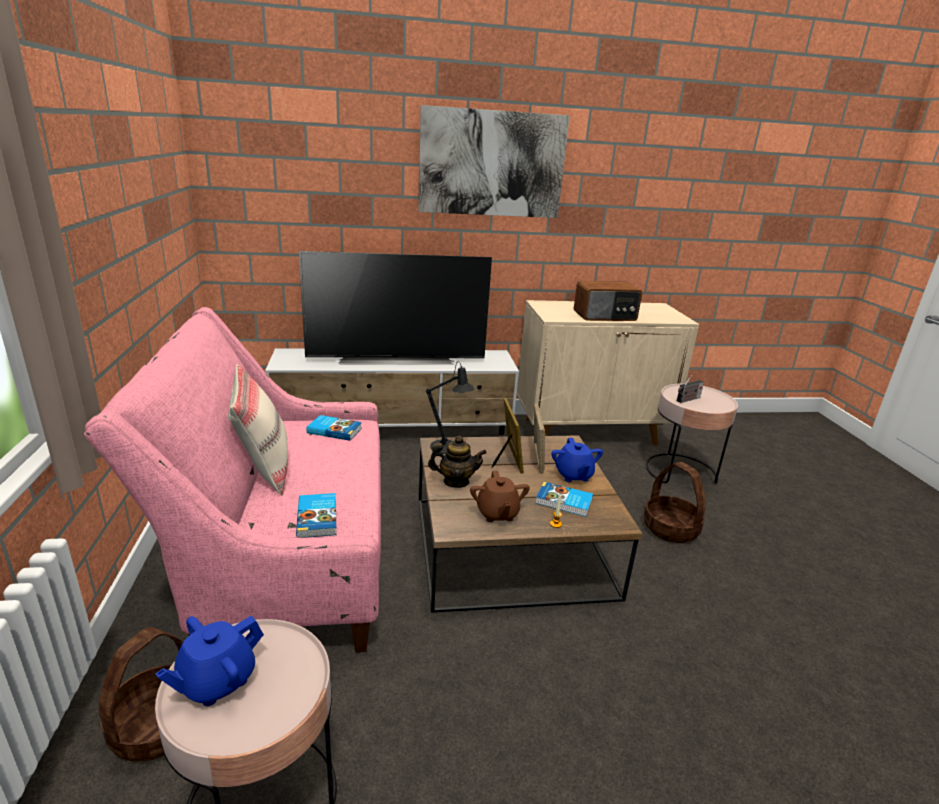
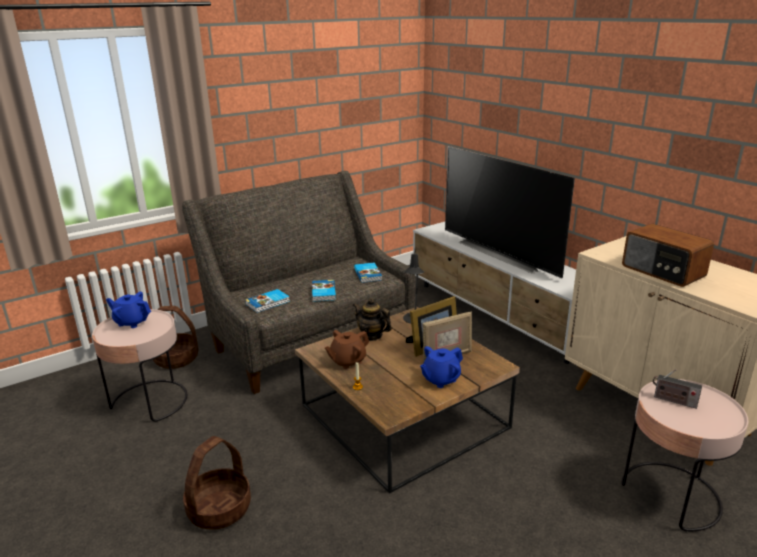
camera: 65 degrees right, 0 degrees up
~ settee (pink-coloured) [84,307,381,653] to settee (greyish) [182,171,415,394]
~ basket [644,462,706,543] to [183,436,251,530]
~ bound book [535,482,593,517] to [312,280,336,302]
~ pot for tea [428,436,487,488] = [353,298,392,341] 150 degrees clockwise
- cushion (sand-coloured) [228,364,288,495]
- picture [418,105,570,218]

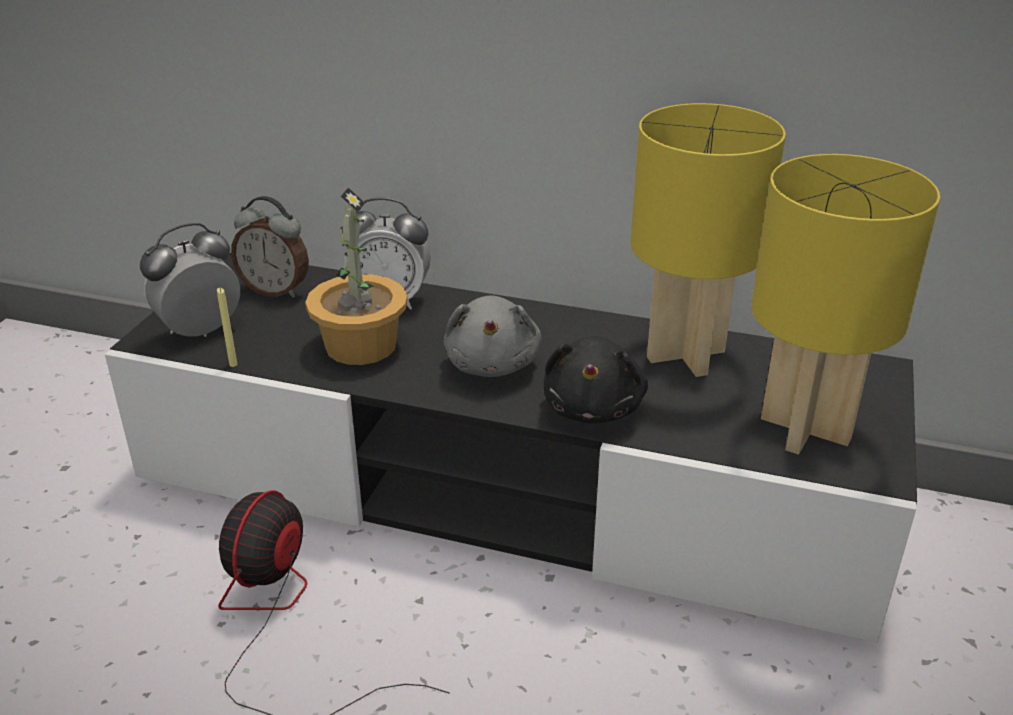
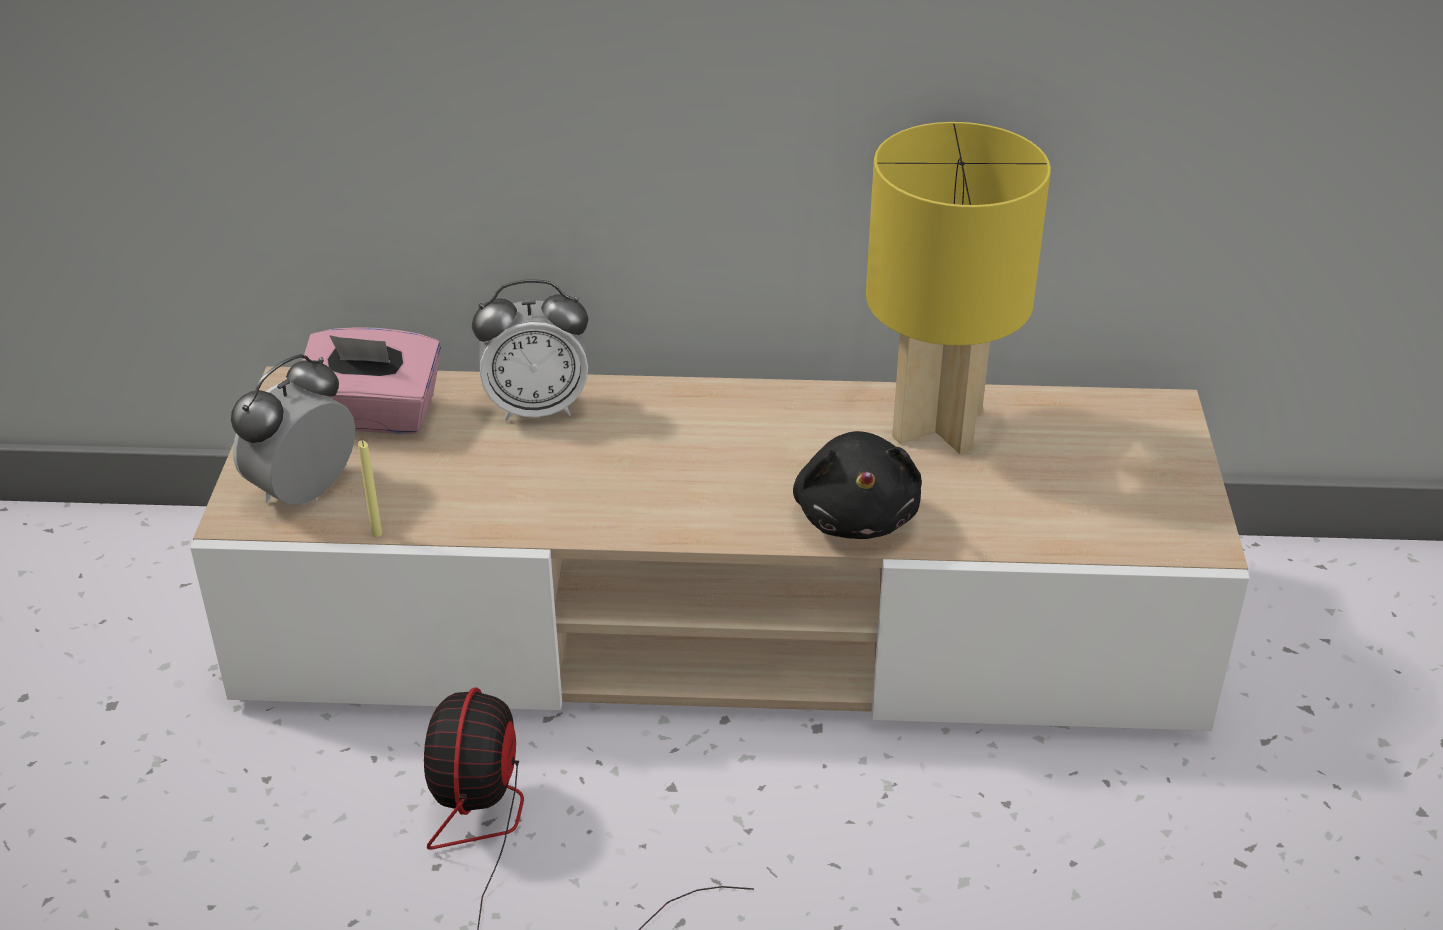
camera: 15 degrees left, 5 degrees up
~ tv unit (blackish) [105,253,917,643] to tv unit (sand-coloured) [190,366,1250,731]
~ alarm clock [231,196,309,298] to box of tissues (pink-coloured) [302,328,441,434]
- potted plant [305,187,408,365]
- soft toy (greyish) [443,295,542,377]
- tabletop lamp (yellowish) [751,154,940,455]

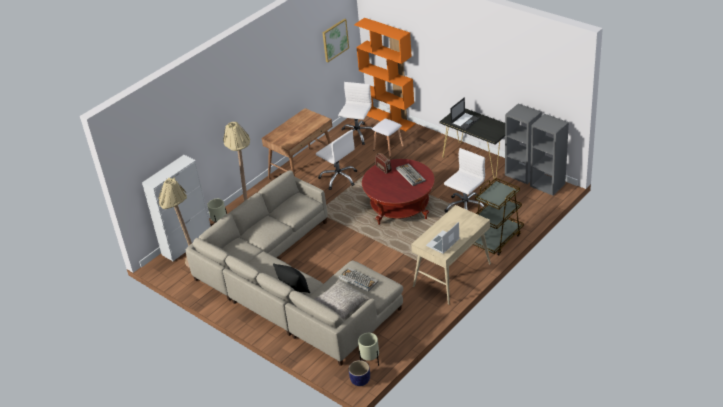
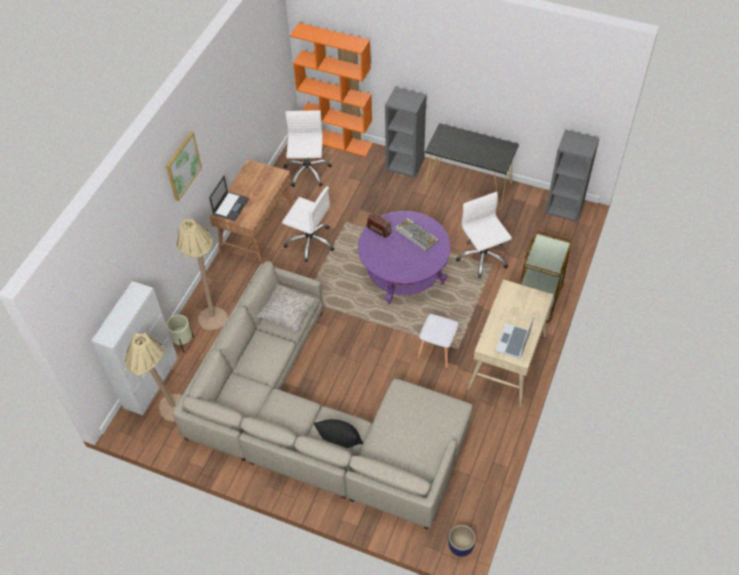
camera: 20 degrees left, 15 degrees up
~ picture [323,19,349,62] to [166,132,202,201]
~ laptop [450,97,480,130] to [209,176,249,221]
~ cushion (greyish) [314,279,370,320] to [257,284,320,334]
~ low table (red) [362,159,435,225] to low table (purplish) [358,211,451,304]
~ bookshelf (greyish) [505,103,542,184] to [385,87,426,178]
~ stool seat (whitish) [372,119,404,157] to [417,314,459,368]
~ desk chair (whitish) [444,148,485,213] = [456,192,512,279] 45 degrees counterclockwise
- keyboard [338,268,378,292]
- flower pot (sand-coloured) [358,333,379,366]

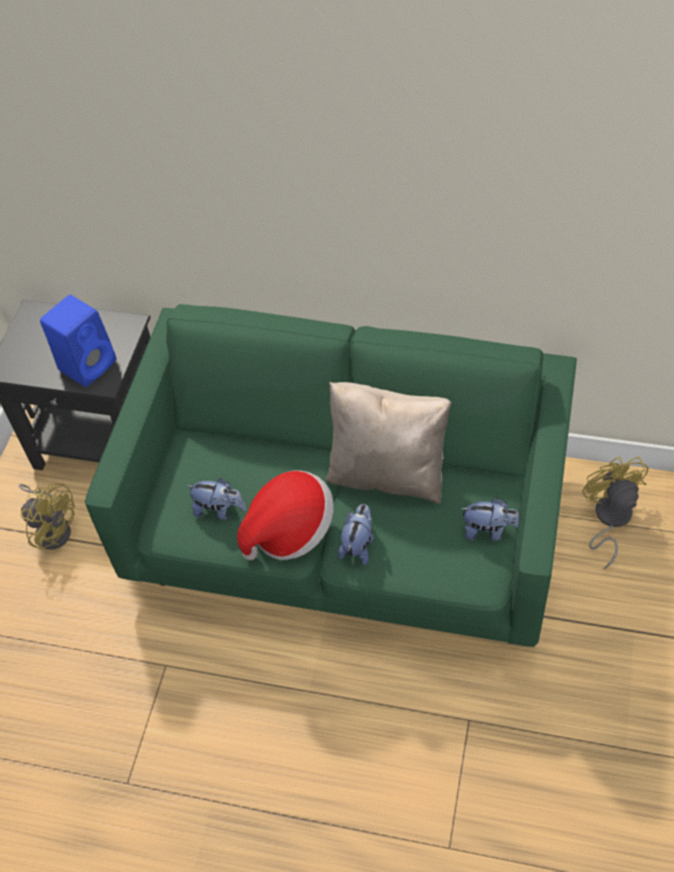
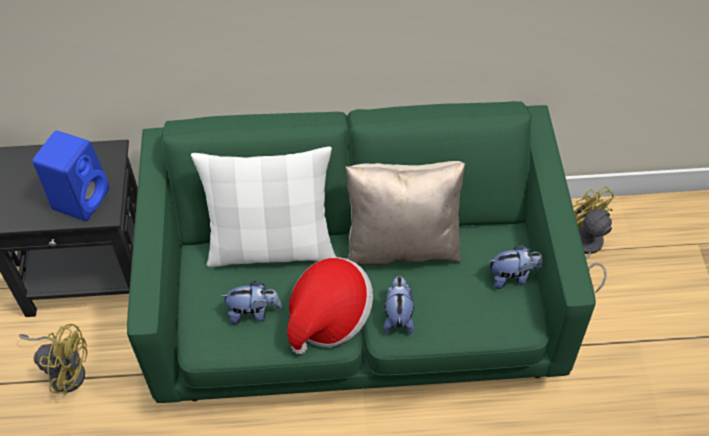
camera: 20 degrees left, 0 degrees up
+ cushion (whitish) [191,147,336,267]

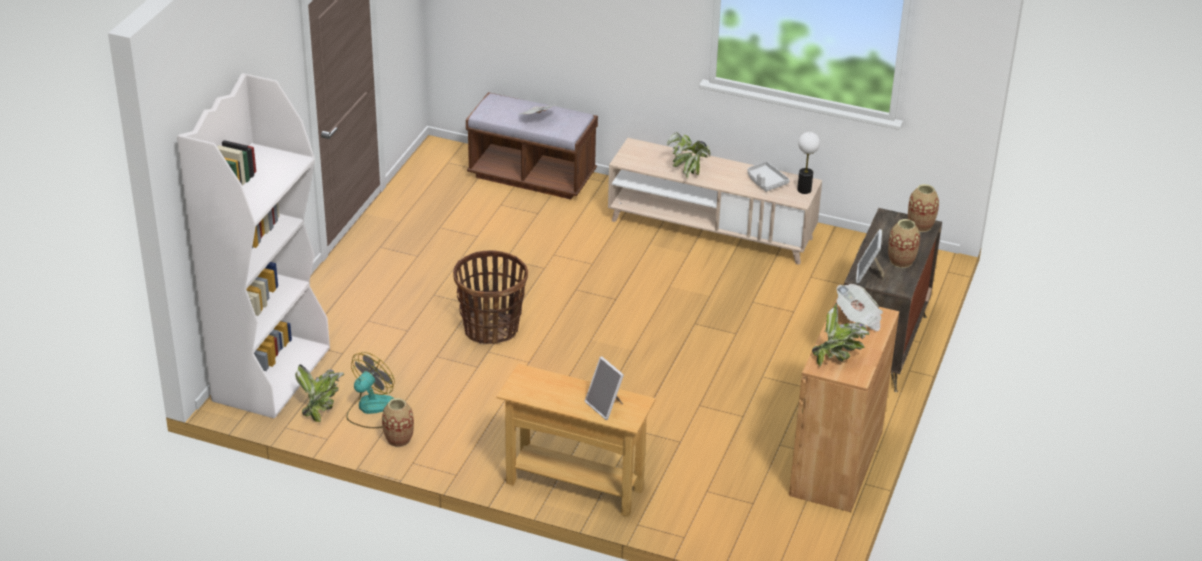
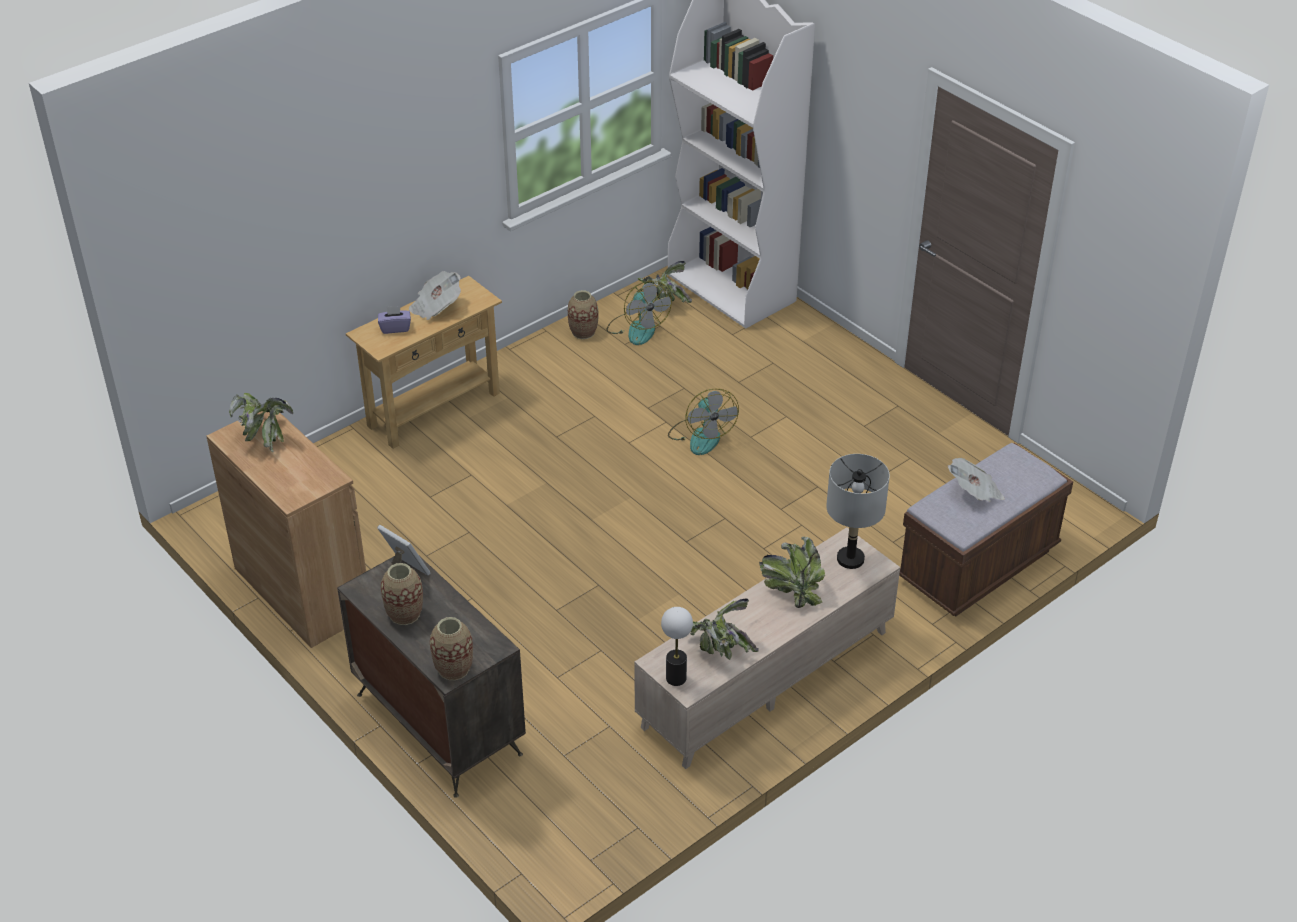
camera: 120 degrees right, 5 degrees up
~ photo frame [585,356,624,420] to box of tissues (purplish) [378,306,411,334]
~ printed paper [836,284,883,331] to [409,271,461,320]
~ basket [453,250,528,344] to fan [668,389,739,455]
~ tray (greyish) [747,161,789,192] to potted plant [690,598,759,660]
+ tabletop lamp (greyish) [826,454,890,569]

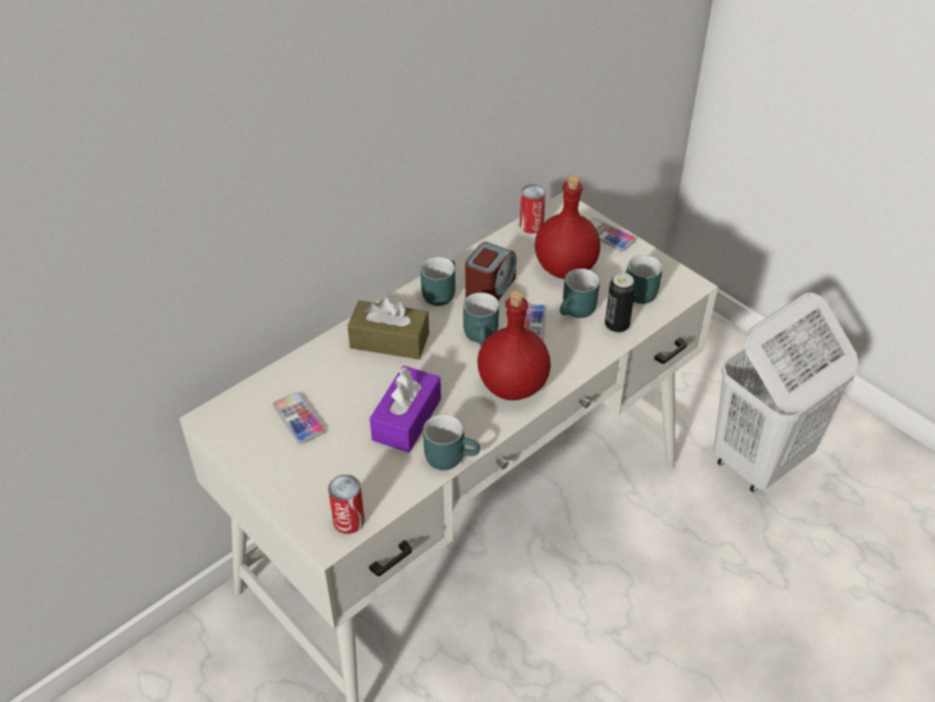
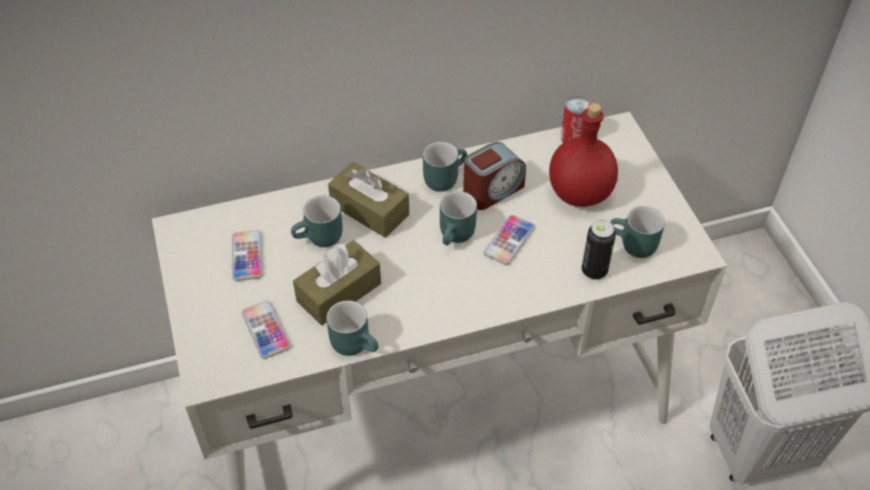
camera: 25 degrees right, 5 degrees up
~ phone [590,218,636,251] to [242,301,291,359]
~ coffee mug (blue-green) [560,269,600,318] to [291,195,343,247]
~ box of tissues (purplish) [370,366,441,453] to box of tissues (brown) [293,240,381,325]
- sealed can [328,474,365,534]
- bottle (red) [477,291,551,400]

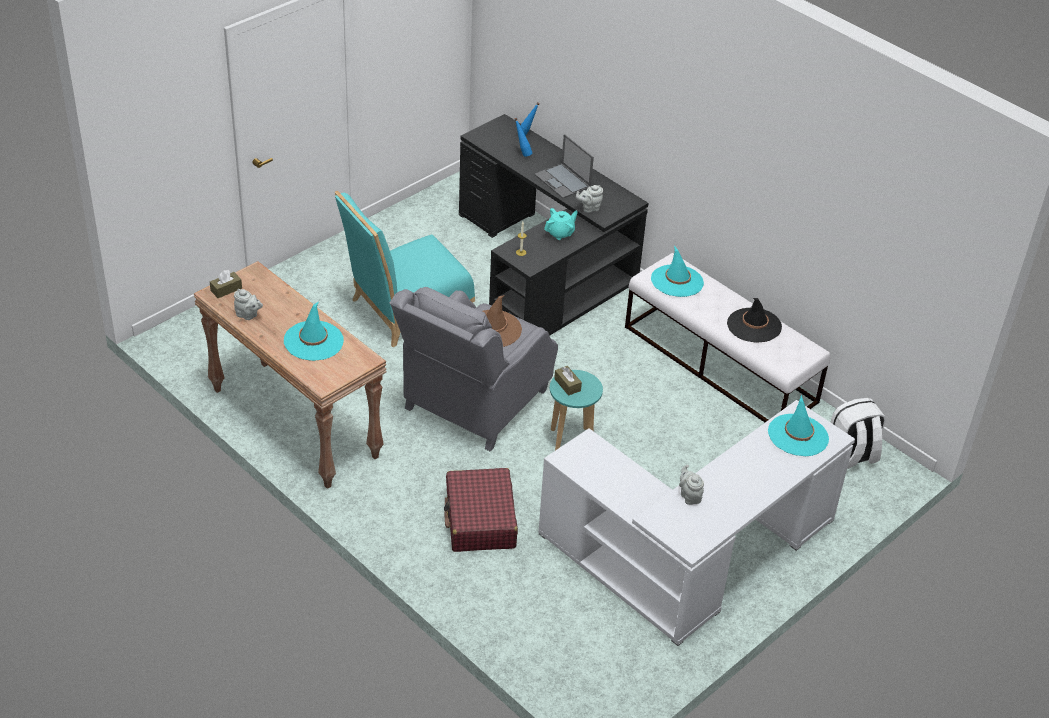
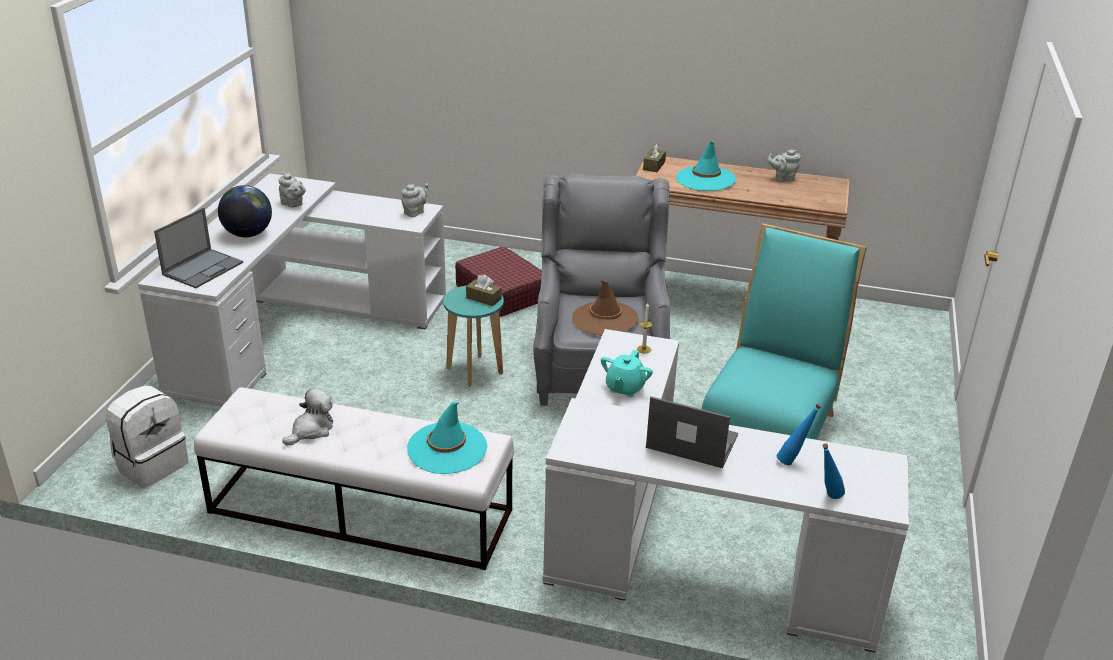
camera: 150 degrees right, 10 degrees down
~ wearable hat (blue-green) [768,395,829,456] to laptop [154,208,243,288]
+ desk globe [218,185,272,237]
~ wearable hat (blackish) [727,298,782,343] to soft toy [283,388,333,446]
~ pot for tea (greyish) [576,185,603,213] to [402,183,428,217]
~ desk (blackish) [459,114,648,336] to desk (whitish) [543,329,909,653]
~ box of tissues (brown) [210,270,242,298] to [643,143,666,172]

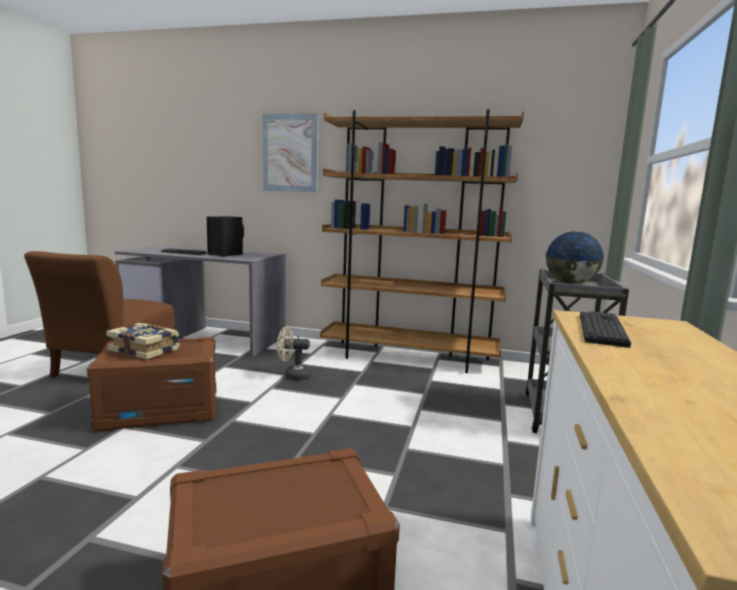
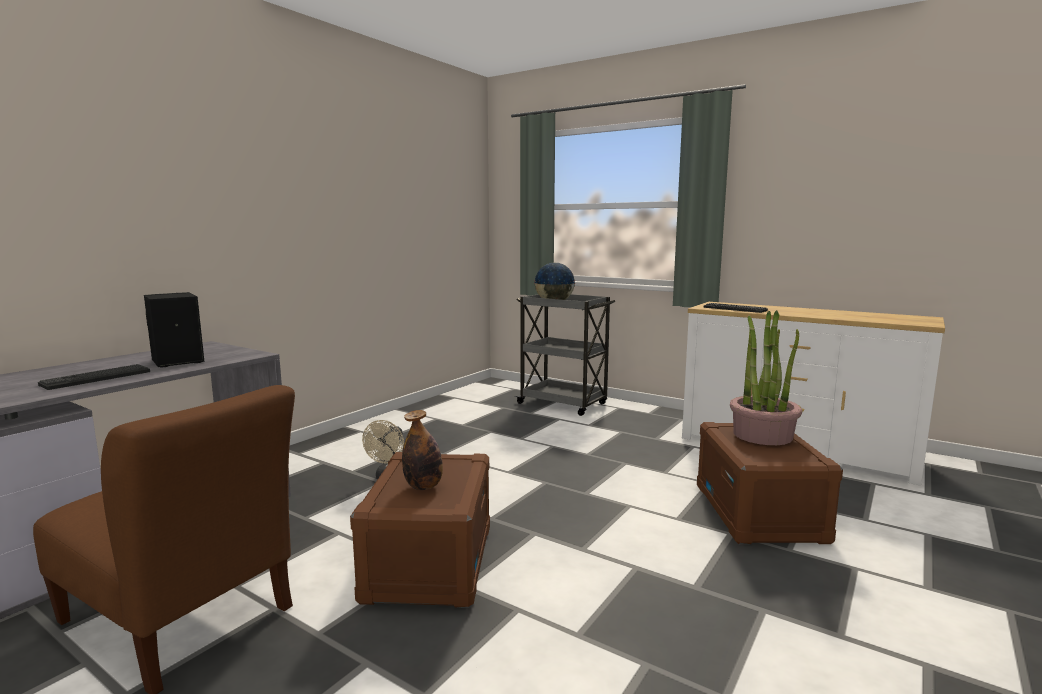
camera: 70 degrees left, 0 degrees up
~ bound book [106,323,180,360] to bottle [402,410,443,490]
+ potted plant [730,310,802,445]
- picture [263,114,319,192]
- bookshelf (brown) [320,109,524,373]

